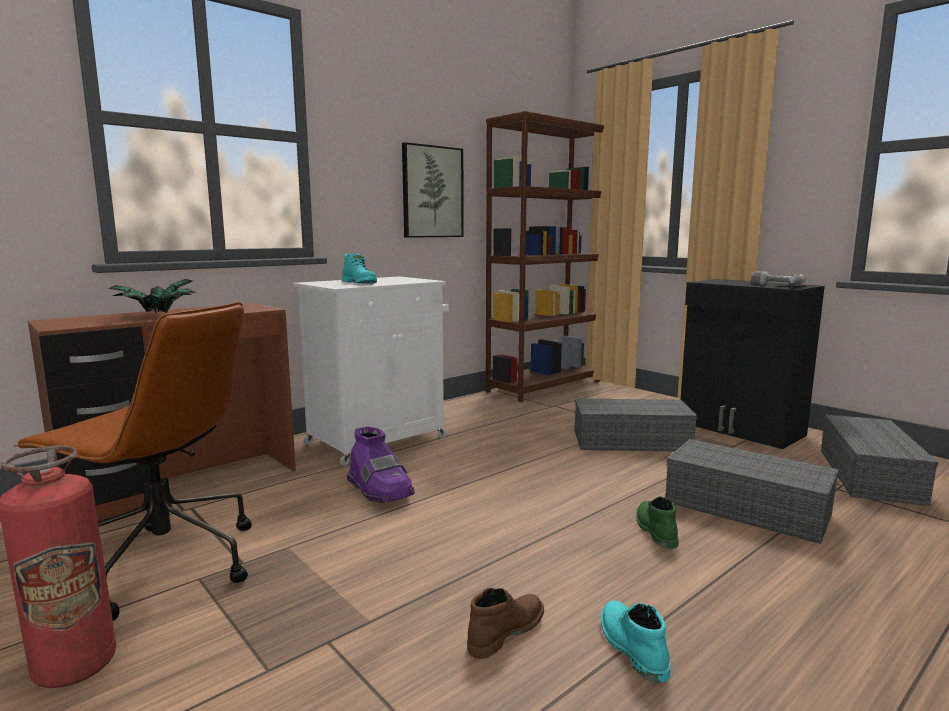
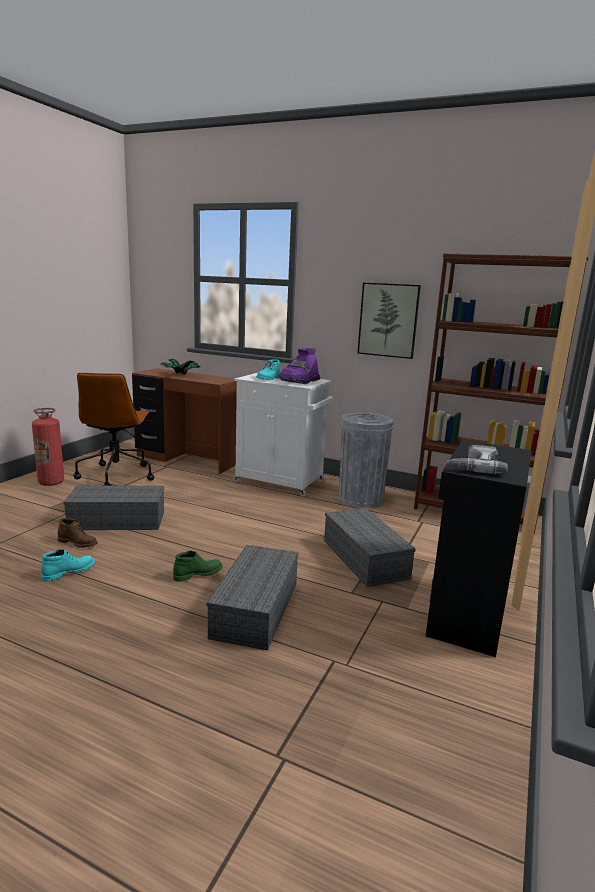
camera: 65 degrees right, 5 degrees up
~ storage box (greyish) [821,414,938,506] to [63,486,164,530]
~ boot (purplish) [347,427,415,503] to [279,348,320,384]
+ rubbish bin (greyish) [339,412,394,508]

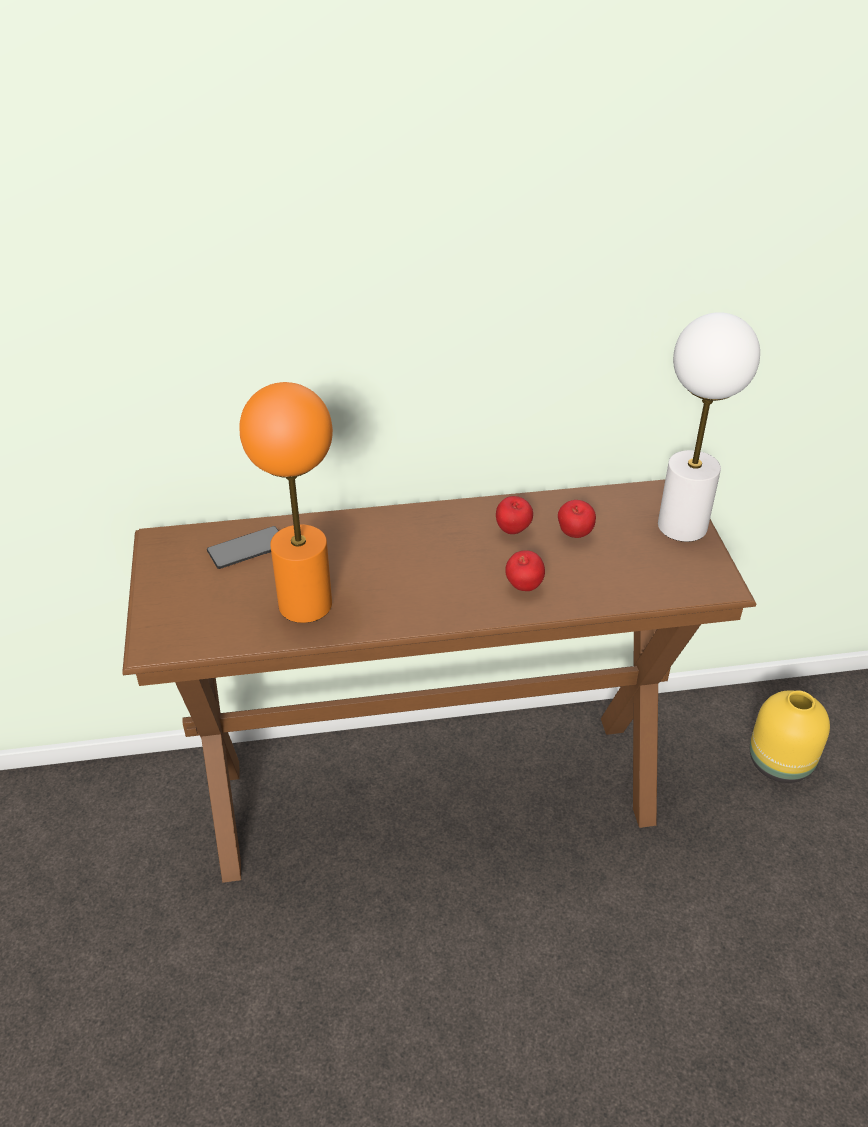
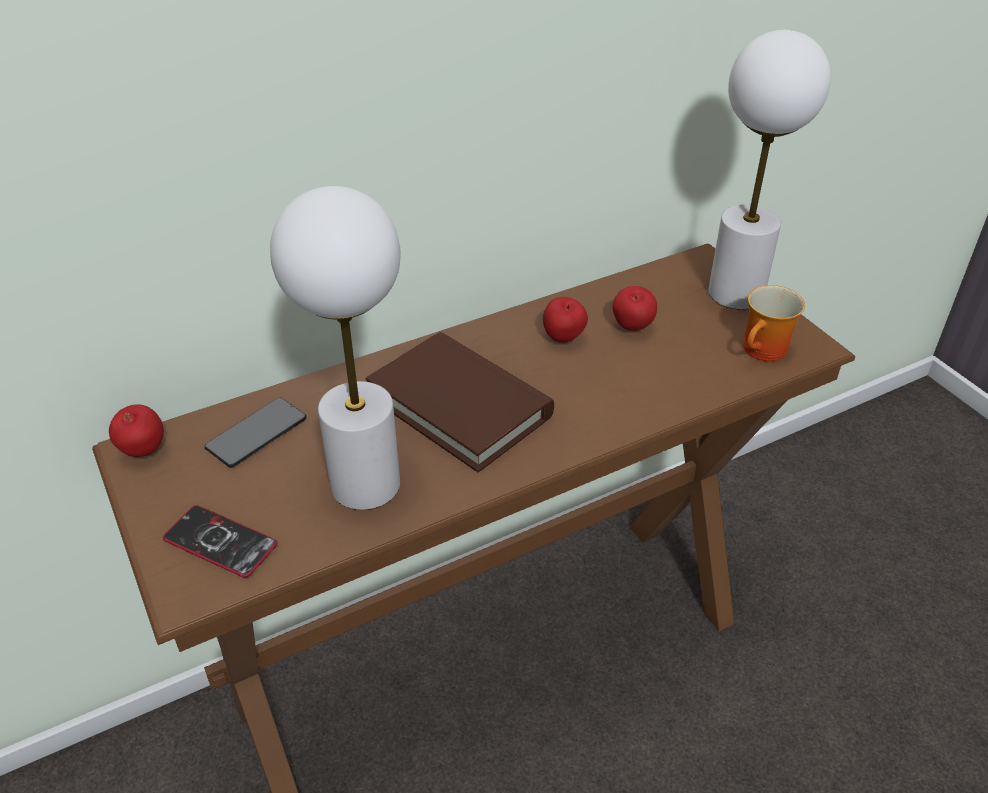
camera: 20 degrees left, 0 degrees up
~ apple [505,550,545,591] to [109,404,164,457]
+ phone [163,505,277,578]
~ tabletop lamp (orange) [239,382,333,623] to tabletop lamp (whitish) [270,186,401,510]
+ bound book (brown) [366,332,554,473]
+ coffee mug [743,285,805,362]
- decorative vase (yellowish) [750,690,830,783]

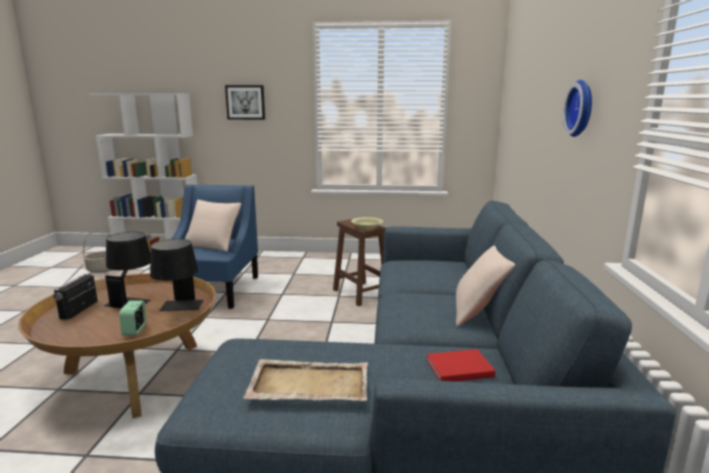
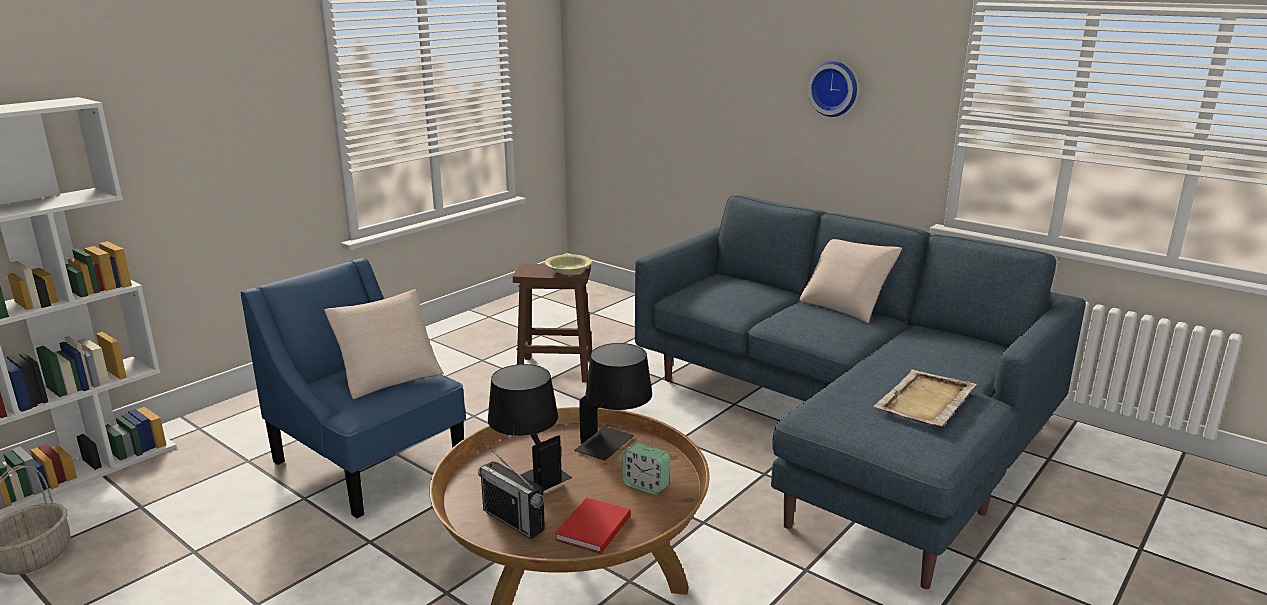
camera: 55 degrees left, 5 degrees up
~ bound book (red) [426,349,495,382] to [555,497,631,554]
- picture [225,85,265,120]

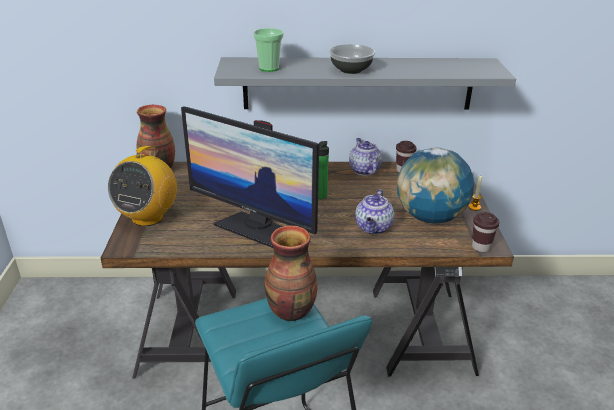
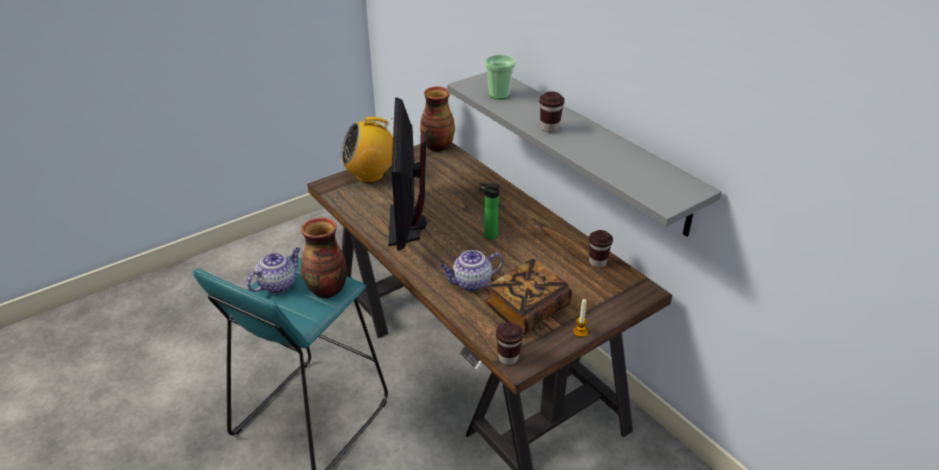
camera: 55 degrees right, 5 degrees up
~ pot for tea [349,138,382,176] to [247,247,300,294]
~ desk globe [397,147,474,223] to bound book [485,259,572,335]
~ serving bowl [329,44,375,74] to drinking cup (brown) [539,91,565,133]

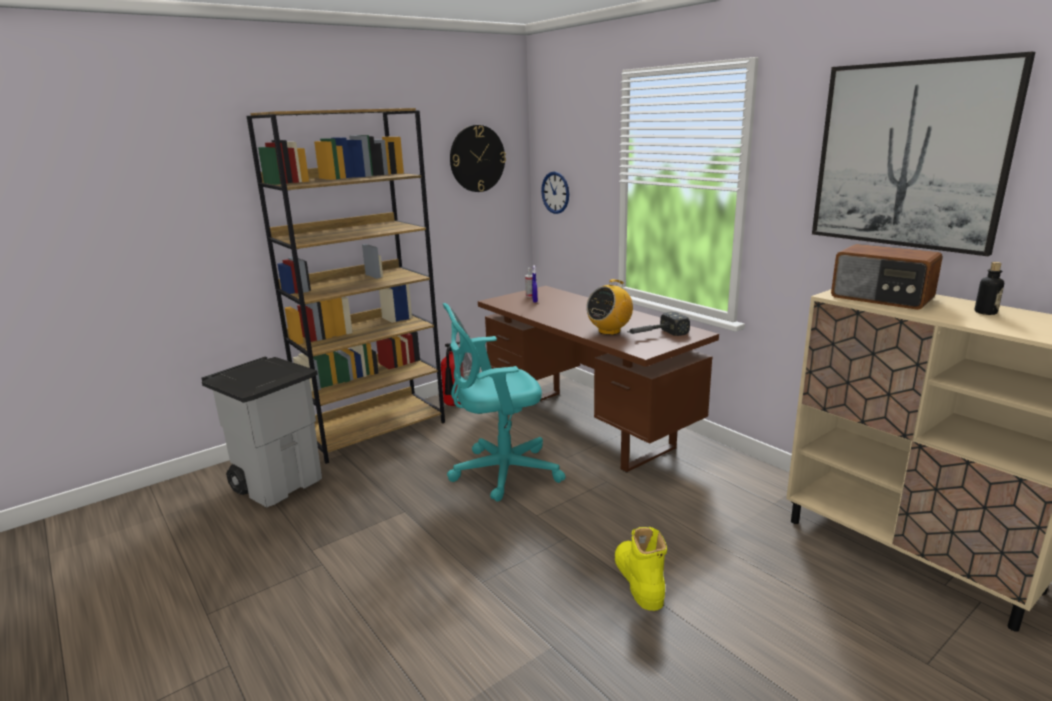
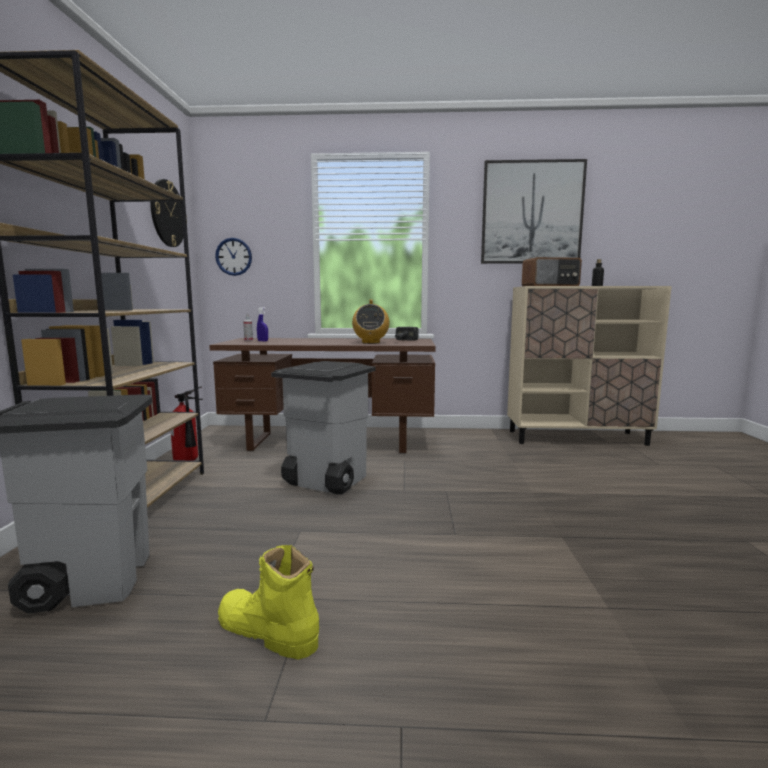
camera: 50 degrees left, 10 degrees down
~ boot (yellowish) [615,527,667,611] to [218,545,319,660]
~ desk chair (blue-green) [443,303,565,502] to rubbish bin (greyish) [271,361,376,494]

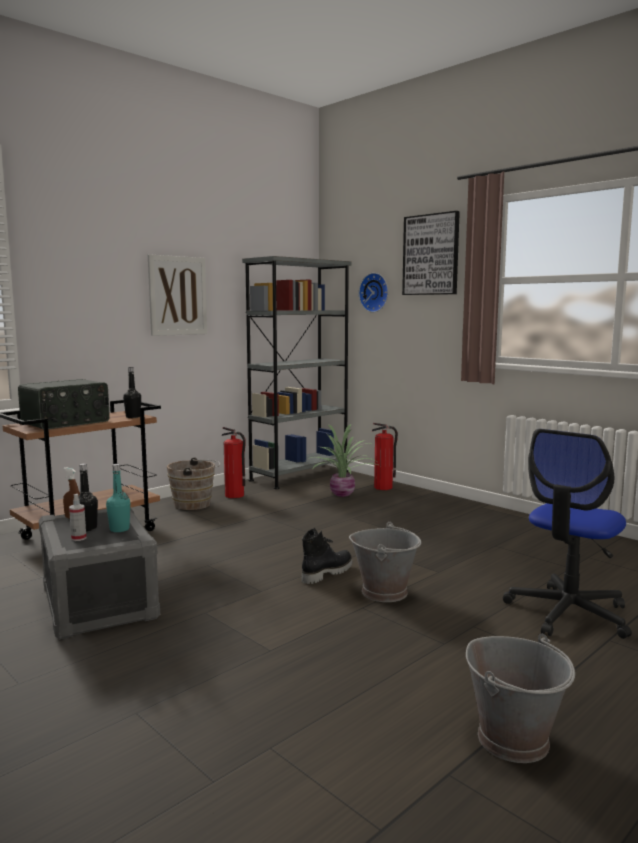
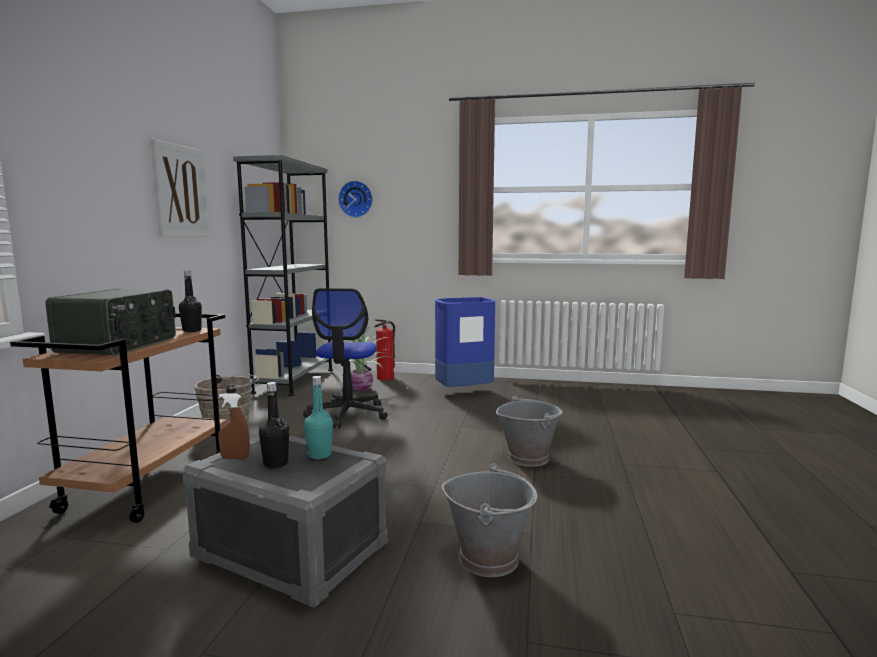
camera: 35 degrees left, 0 degrees up
~ desk chair [503,429,632,639] to [303,288,388,428]
+ rubbish bin (bluish) [434,297,497,387]
~ bucket (greyish) [466,634,575,763] to [442,463,537,577]
- hand sprayer [69,494,86,541]
- fire extinguisher [222,427,246,498]
- boot (blackish) [302,528,353,584]
- picture [402,211,460,295]

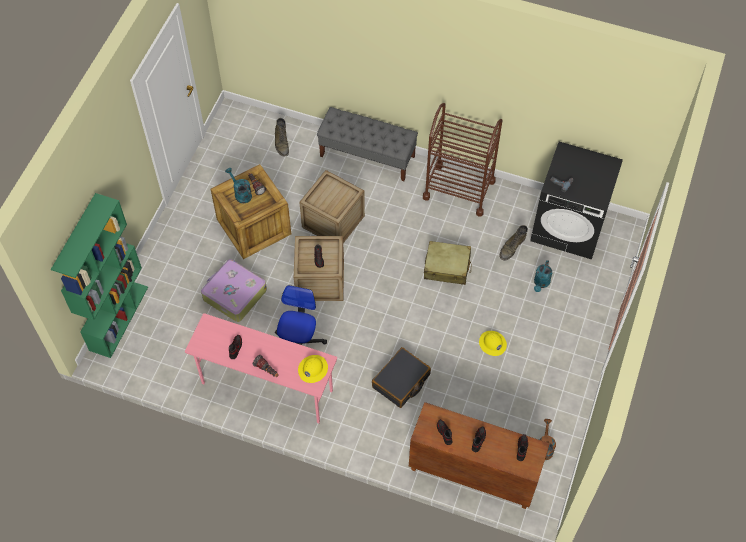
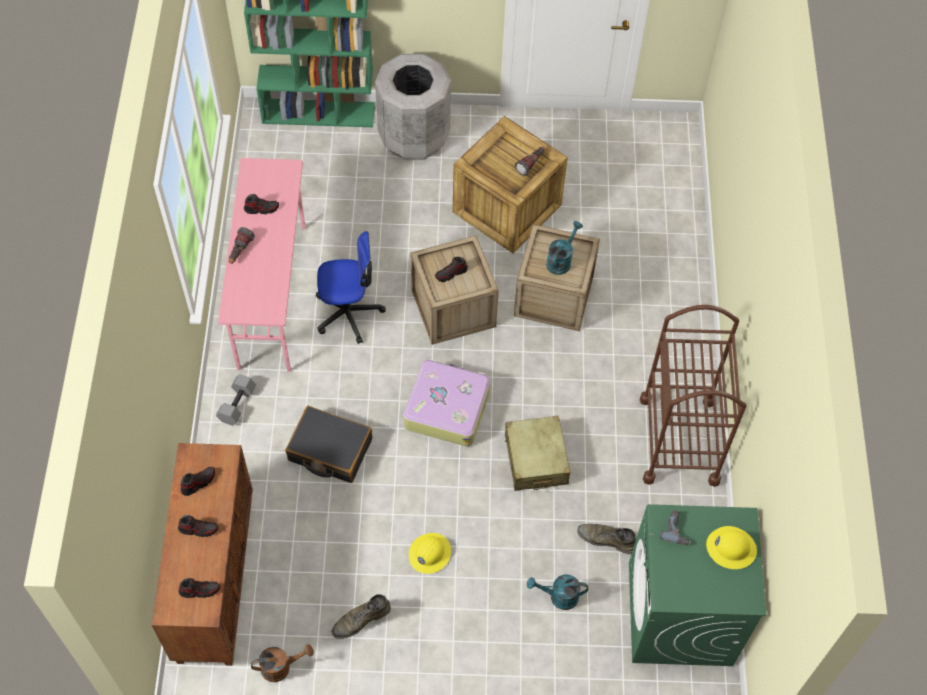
camera: 70 degrees right, 0 degrees up
+ free weight (greyish) [216,374,256,426]
~ boot (green) [275,118,289,157] to [332,594,391,639]
+ rubbish bin (greyish) [375,54,451,160]
~ piece of luggage [201,259,267,322] to [403,359,491,446]
~ watering pot (blue-green) [225,168,252,203] to [546,221,583,275]
~ washing machine (blackish) [530,142,623,259] to washing machine (green) [629,504,766,666]
~ safety helmet (yellowish) [298,355,328,383] to [706,526,757,569]
- indoor bench (greyish) [317,107,418,181]

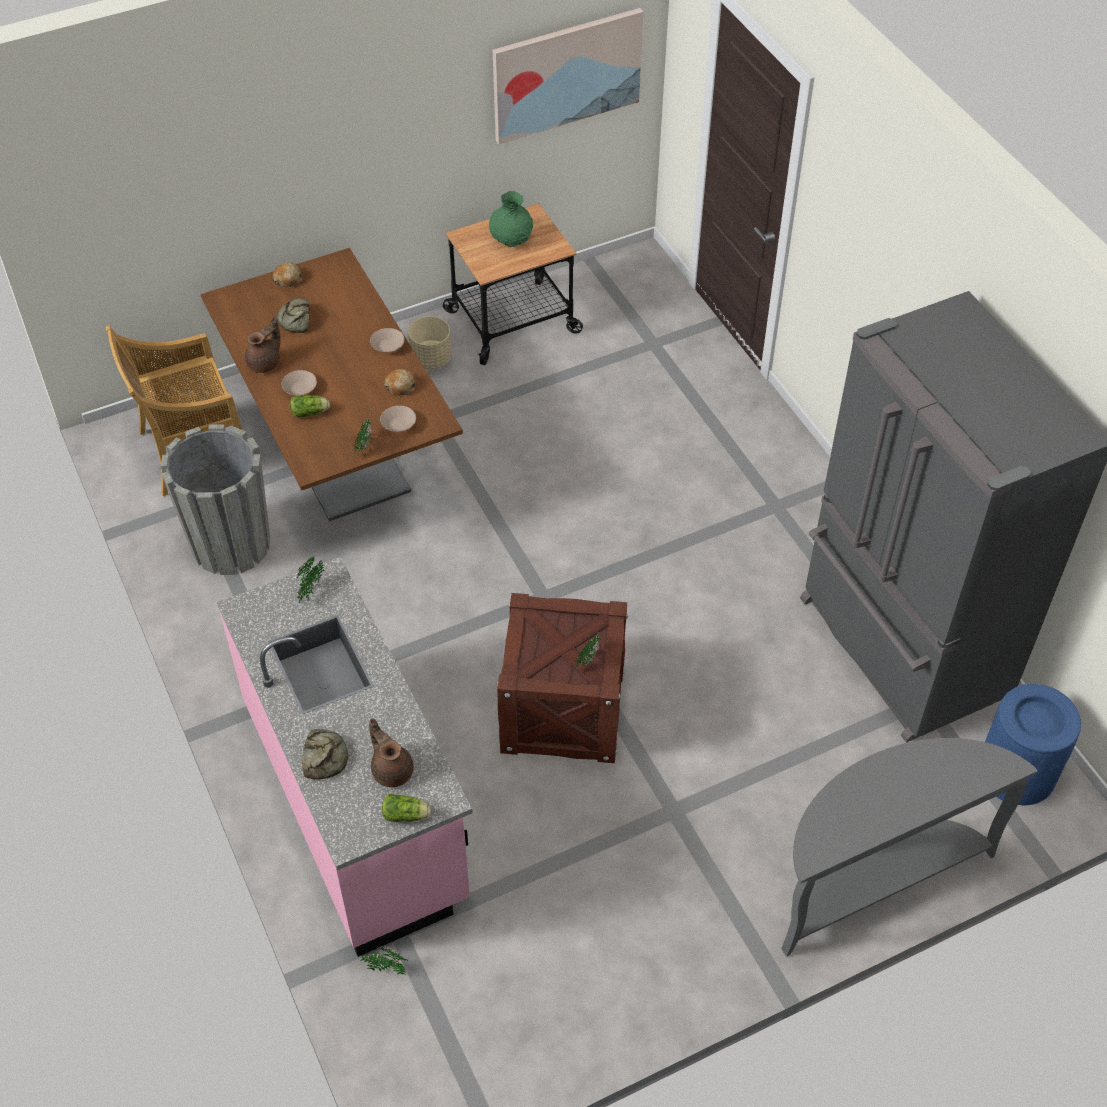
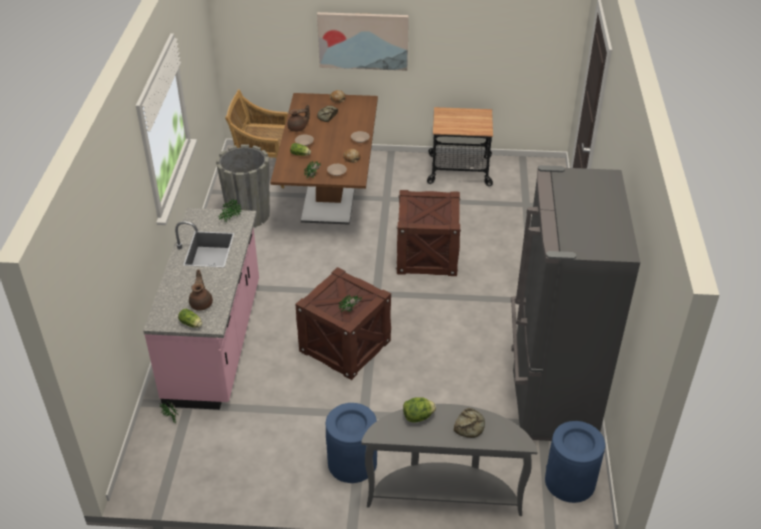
camera: 30 degrees right, 10 degrees down
~ picture [493,8,644,144] to [317,12,409,71]
+ rubbish bin (bluish) [326,403,377,483]
+ packing crate [396,190,461,276]
+ lettuce head [403,397,436,423]
~ bread [302,729,348,779] to [454,408,485,438]
- flower pot (sand-coloured) [408,316,452,369]
- decorative vase (green) [489,191,533,247]

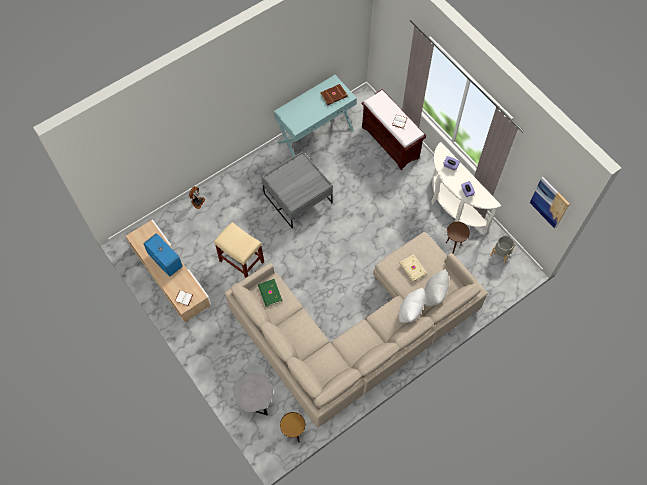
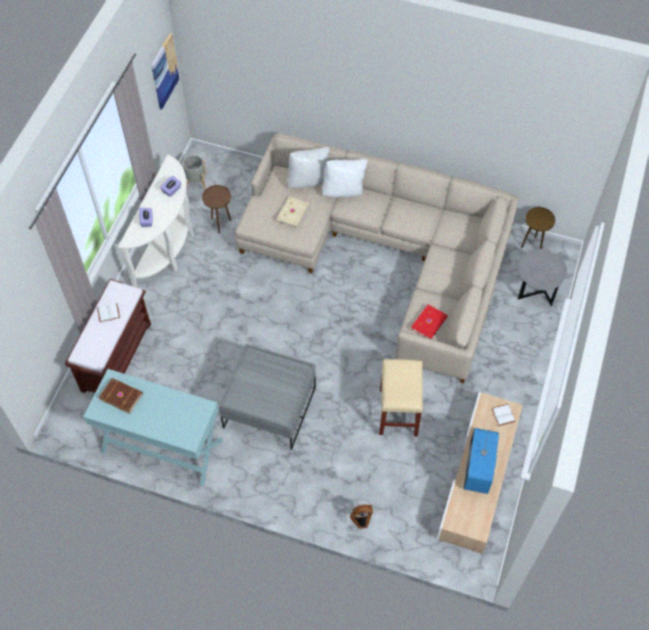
camera: 125 degrees left, 5 degrees down
~ bound book (green) [258,279,282,307] to bound book (red) [411,304,448,339]

